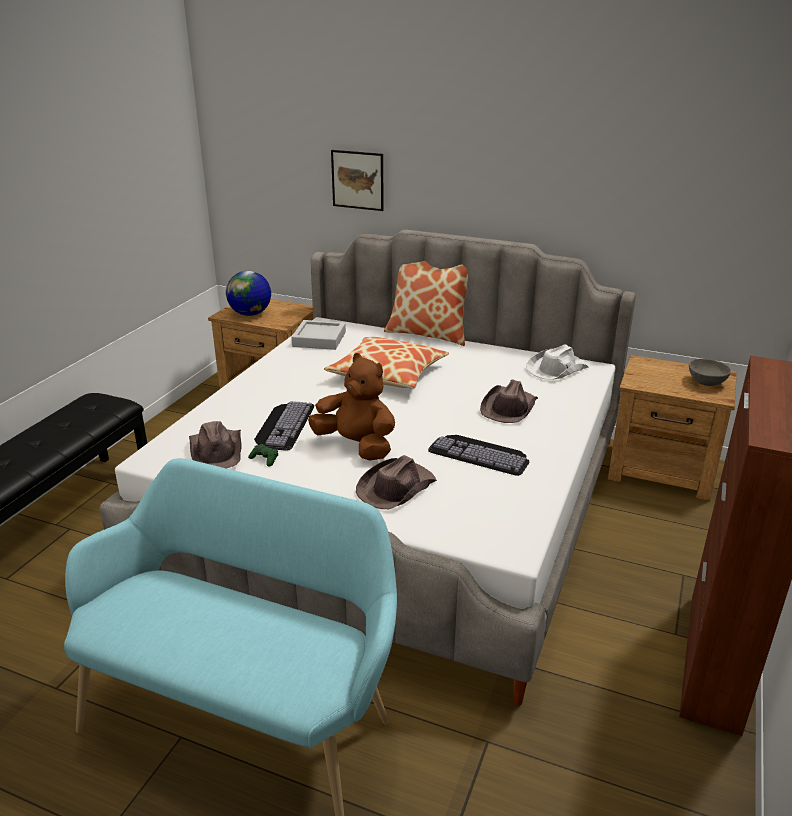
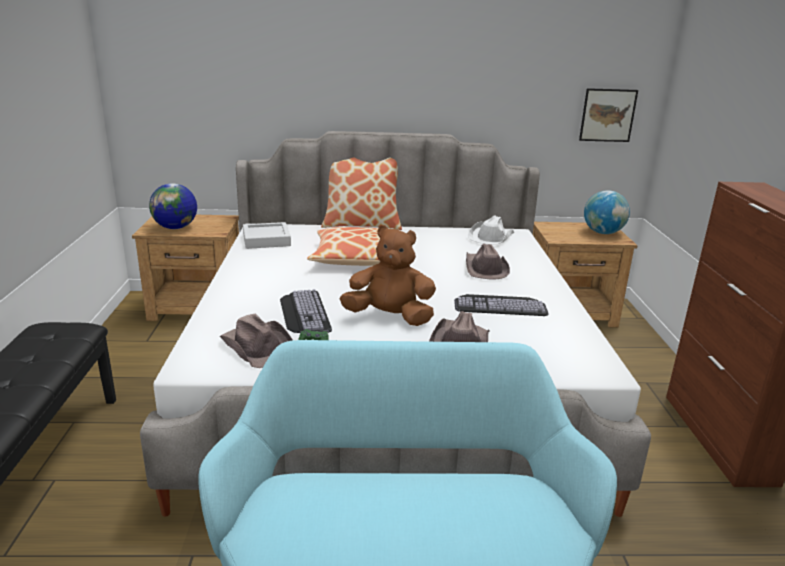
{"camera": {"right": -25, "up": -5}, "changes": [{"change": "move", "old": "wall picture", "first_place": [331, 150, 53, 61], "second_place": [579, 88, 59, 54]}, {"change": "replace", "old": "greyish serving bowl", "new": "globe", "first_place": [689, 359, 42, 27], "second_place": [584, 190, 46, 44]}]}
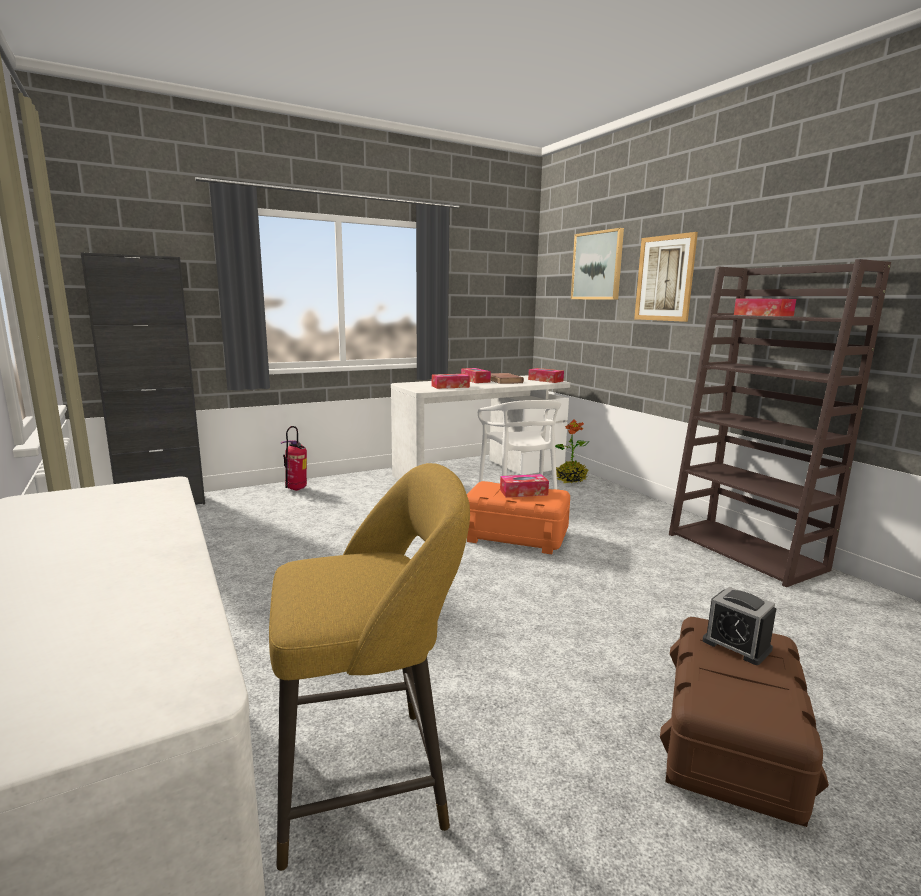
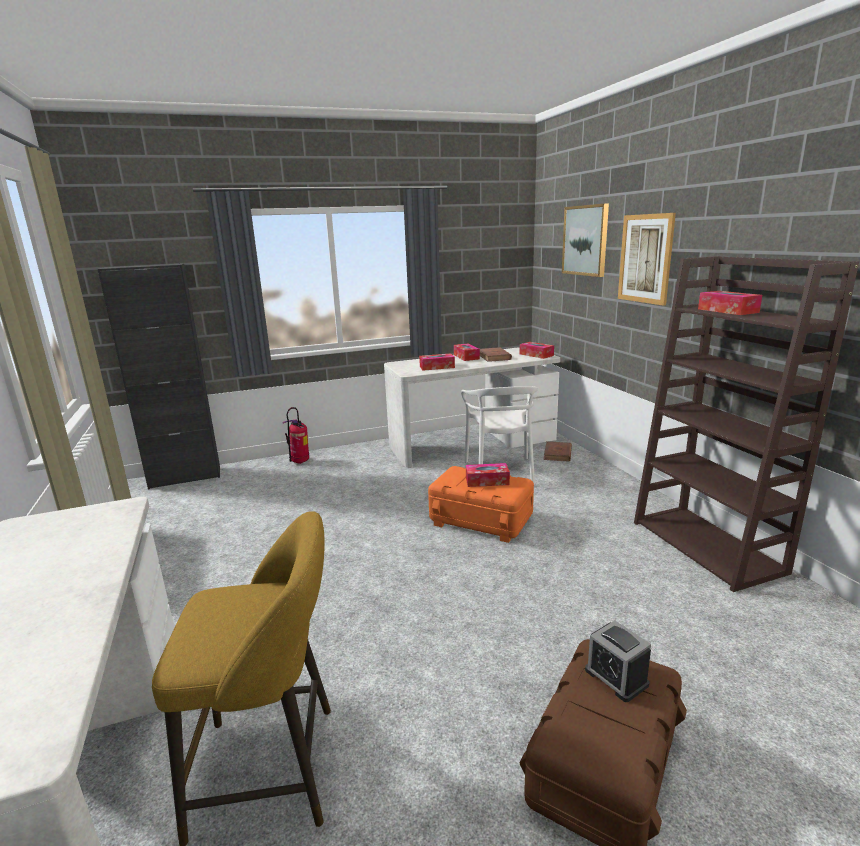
{"camera": {"right": 10, "up": 5}, "changes": [{"change": "replace", "old": "houseplant", "new": "brownish bound book", "first_place": [555, 419, 35, 64], "second_place": [543, 441, 29, 21]}]}
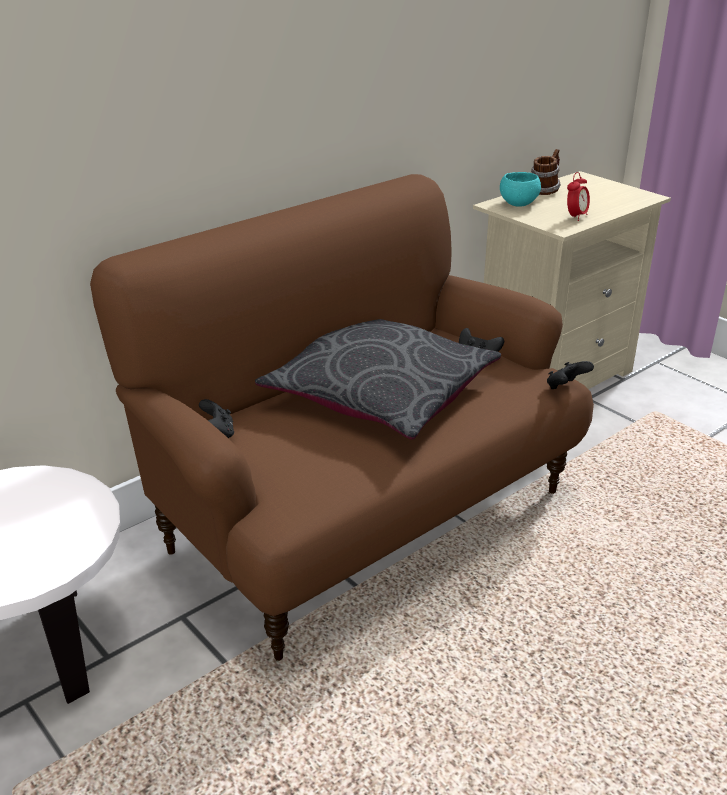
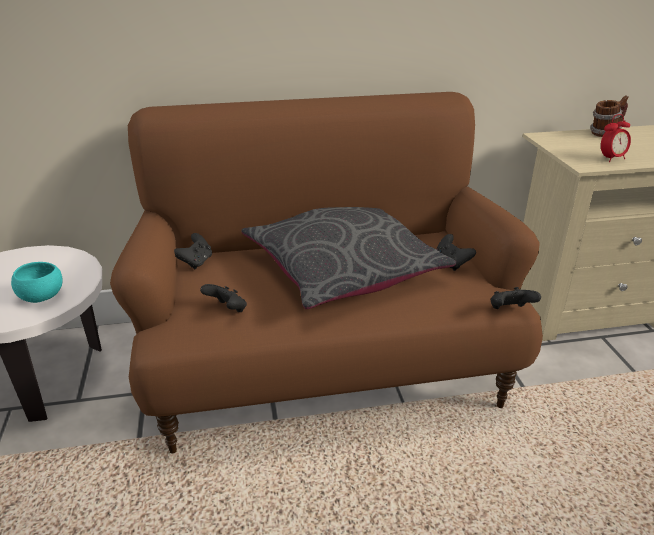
{"camera": {"right": 30, "up": 0}, "changes": [{"change": "move", "old": "turquoise serving bowl", "first_place": [500, 172, 41, 35], "second_place": [11, 262, 52, 41]}, {"change": "insert", "new": "black joypad", "second_place": [200, 284, 47, 28]}]}
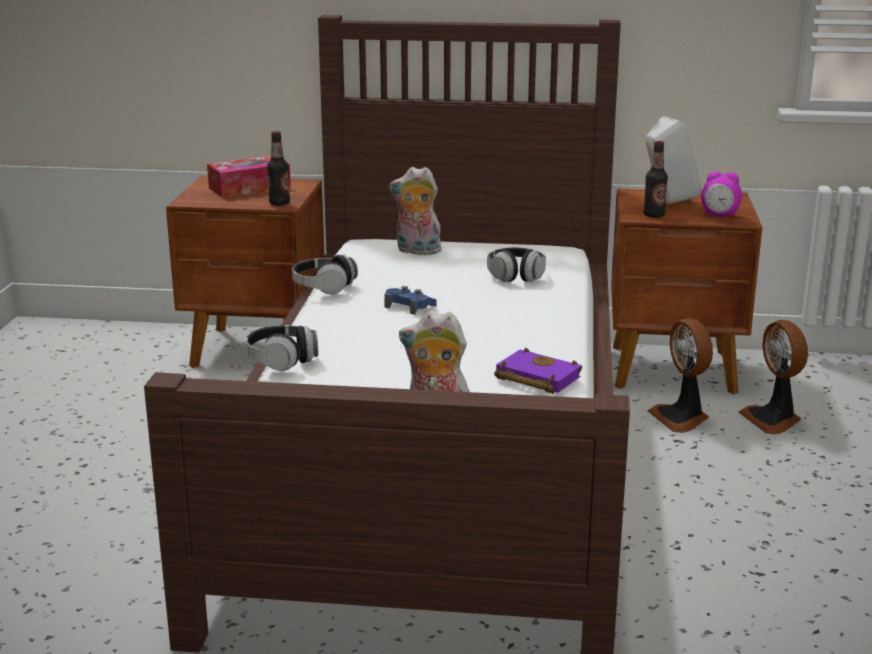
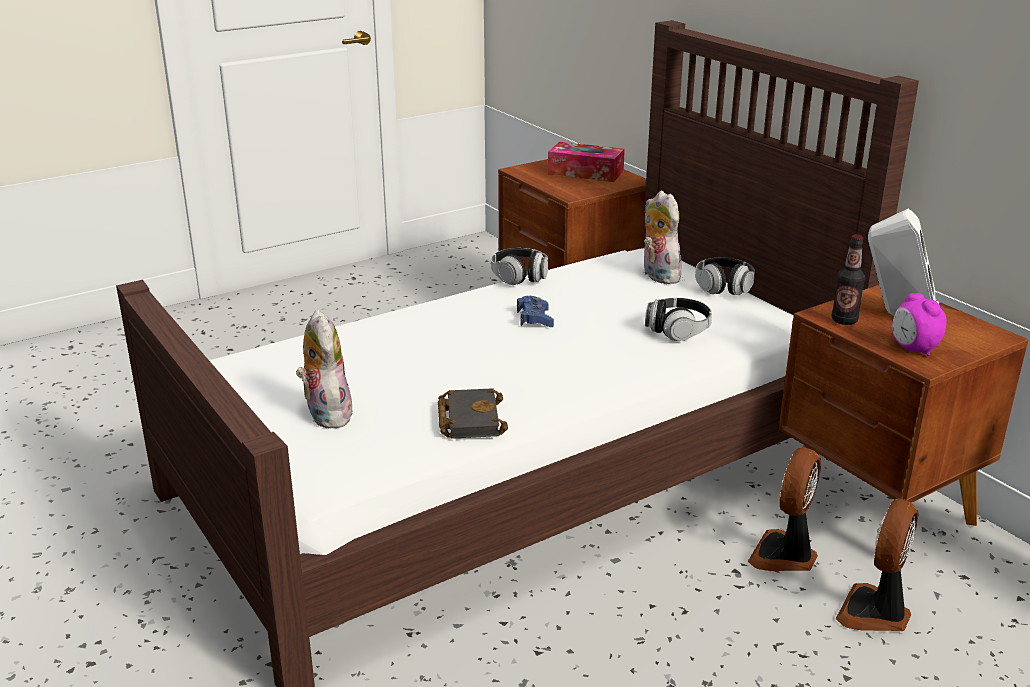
{"camera": {"right": 50, "up": 5}, "changes": [{"change": "move", "old": "headset", "first_place": [245, 325, 73, 46], "second_place": [695, 258, 60, 37]}, {"change": "delete", "old": "bottle", "first_place": [267, 131, 23, 75]}, {"change": "recolor", "old": "purple-coloured bound book", "new": "black bound book", "first_place": [494, 348, 88, 46], "second_place": [438, 388, 70, 51]}]}
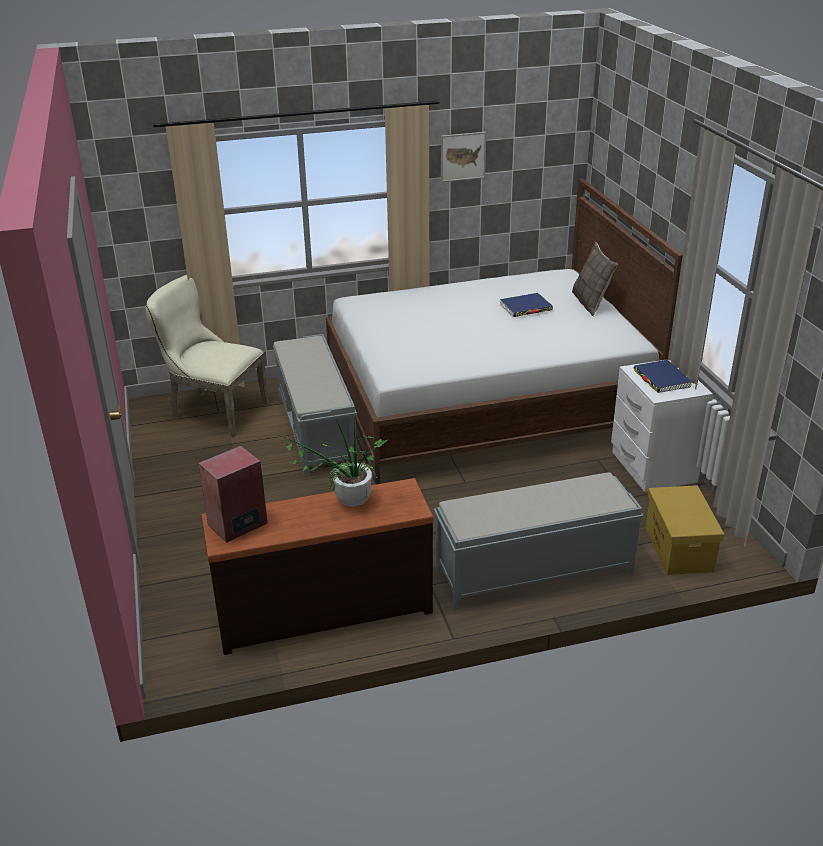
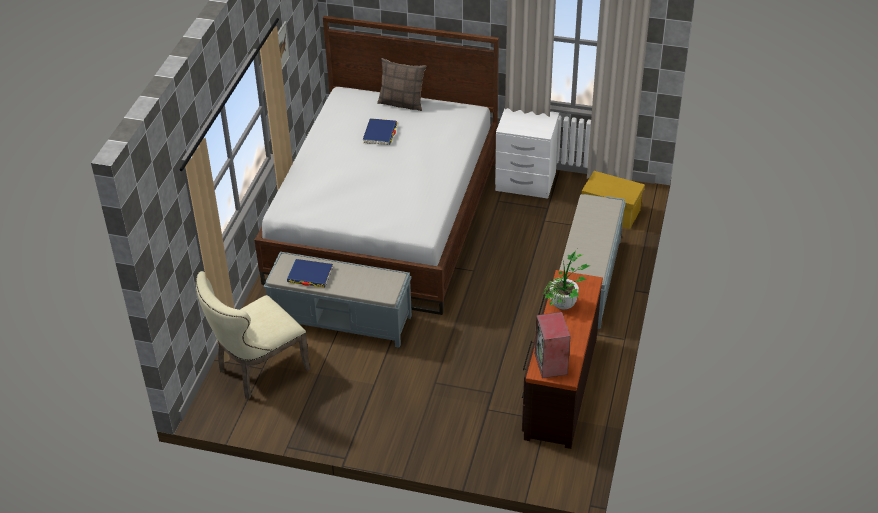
{"camera": {"right": -60, "up": 10}, "changes": [{"change": "move", "old": "bluish bound book", "first_place": [634, 360, 58, 33], "second_place": [287, 259, 46, 28]}]}
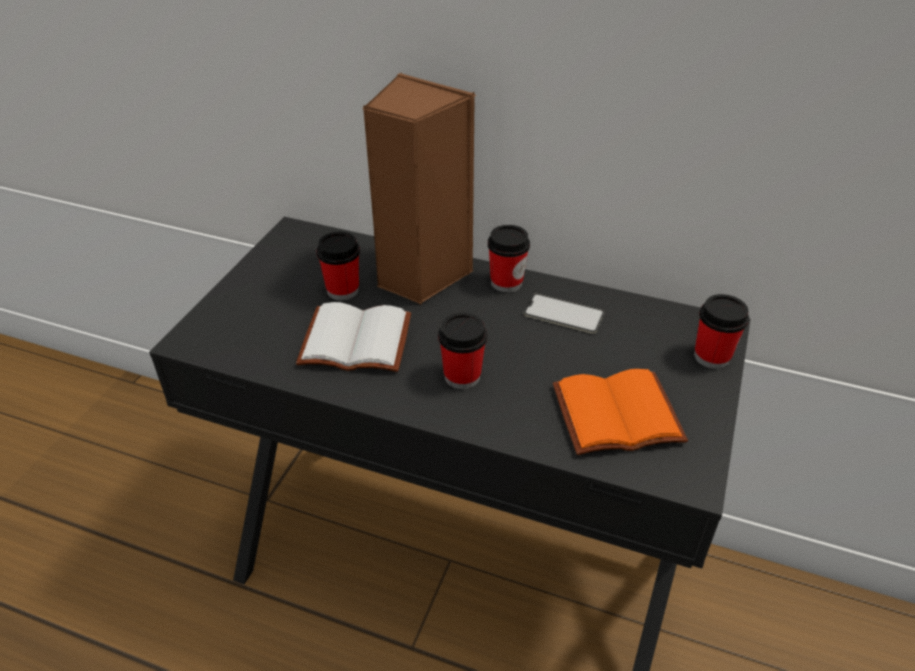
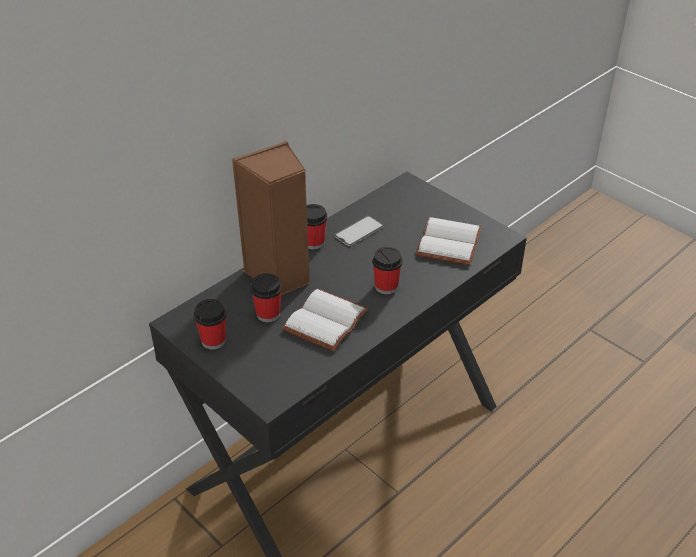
{"camera": {"right": -65, "up": 0}, "changes": [{"change": "recolor", "old": "orangey bound book", "new": "whitish bound book", "first_place": [553, 369, 135, 86], "second_place": [416, 217, 66, 48]}, {"change": "move", "old": "small cup", "first_place": [694, 294, 55, 75], "second_place": [194, 299, 32, 51]}]}
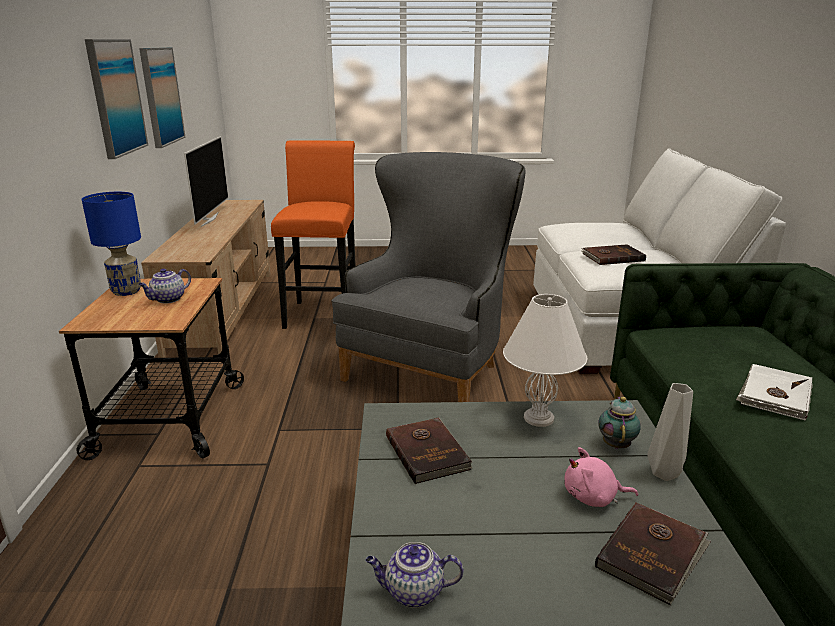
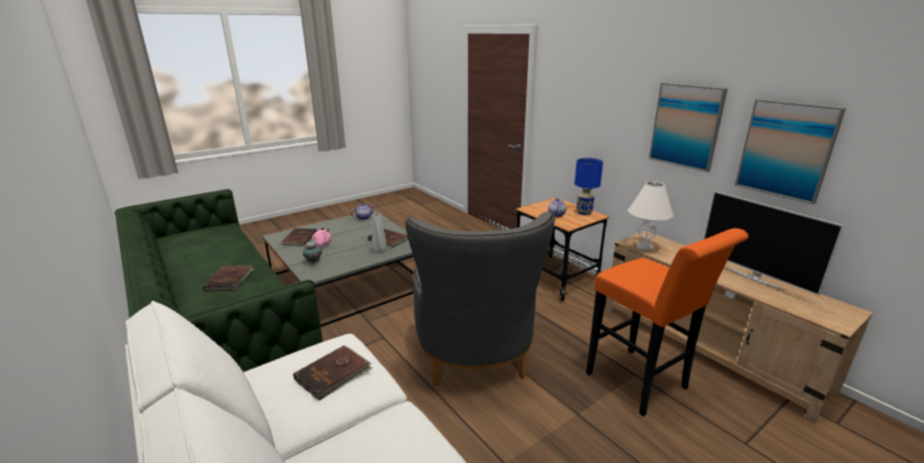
{"camera": {"right": 145, "up": 0}, "changes": [{"change": "move", "old": "whitish lamp for a table", "first_place": [503, 294, 85, 133], "second_place": [628, 181, 45, 70]}, {"change": "move", "old": "greyish vase", "first_place": [647, 383, 46, 98], "second_place": [372, 213, 15, 40]}, {"change": "recolor", "old": "whitish bound book", "new": "brownish bound book", "first_place": [736, 364, 76, 57], "second_place": [203, 266, 51, 25]}]}
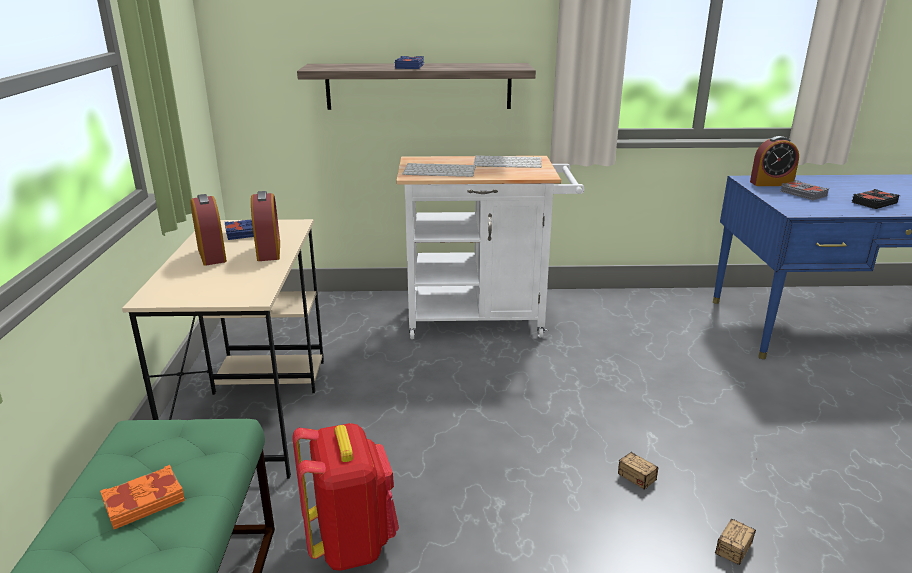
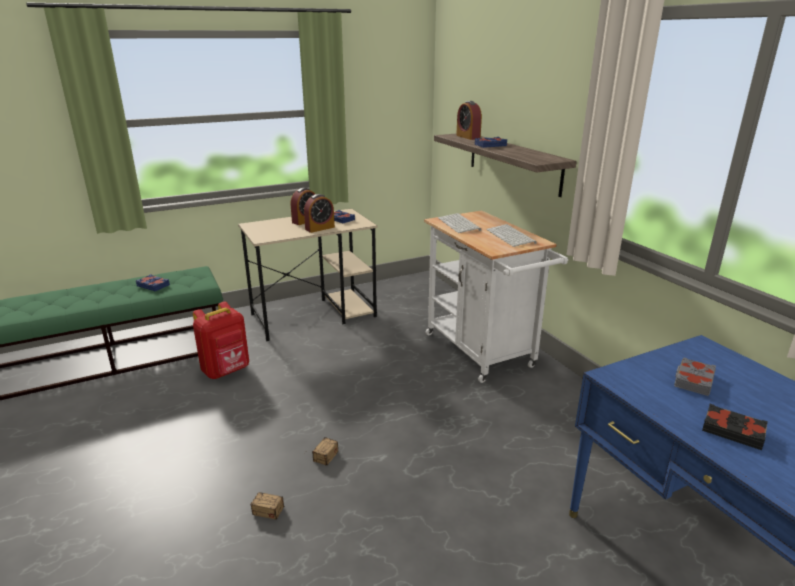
{"camera": {"right": 65, "up": 0}, "changes": [{"change": "recolor", "old": "orangey bound book", "new": "bluish bound book", "first_place": [100, 465, 85, 64], "second_place": [136, 274, 34, 17]}, {"change": "move", "old": "table clock", "first_place": [750, 136, 49, 50], "second_place": [456, 101, 26, 39]}]}
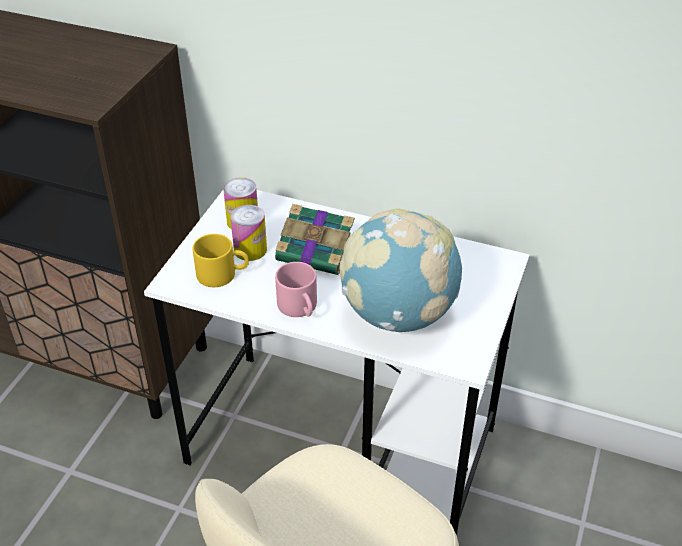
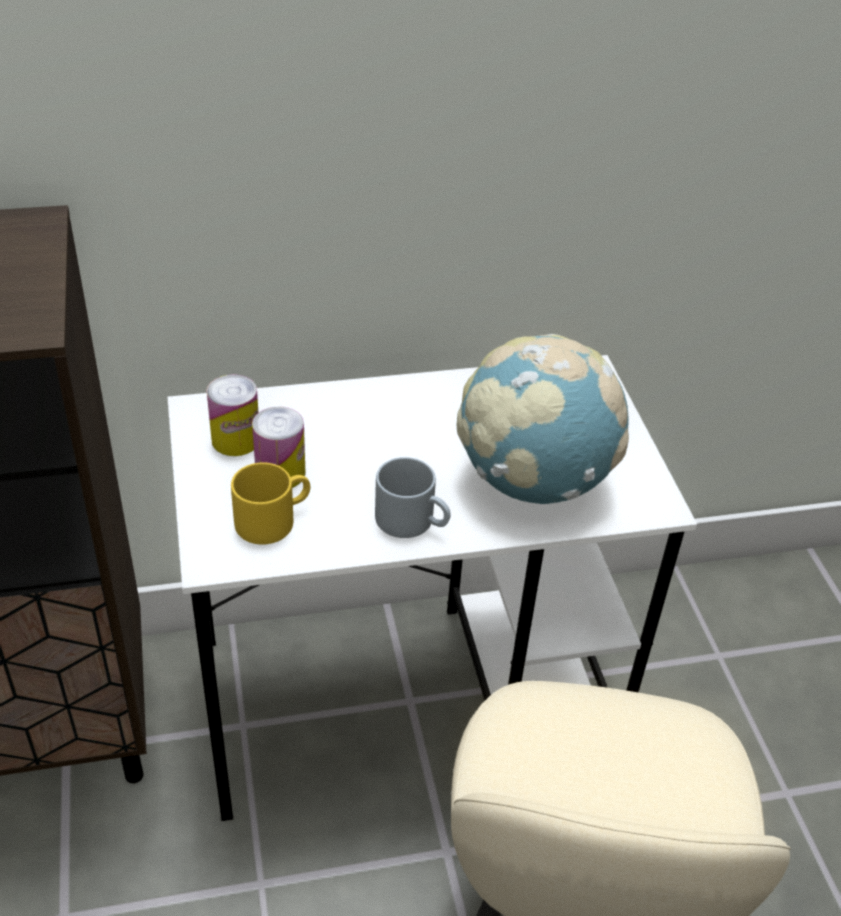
{"camera": {"right": -35, "up": 0}, "changes": [{"change": "delete", "old": "bound book", "first_place": [275, 204, 80, 71]}, {"change": "recolor", "old": "pink tea mug", "new": "greyish tea mug", "first_place": [275, 262, 42, 55], "second_place": [375, 457, 75, 81]}]}
